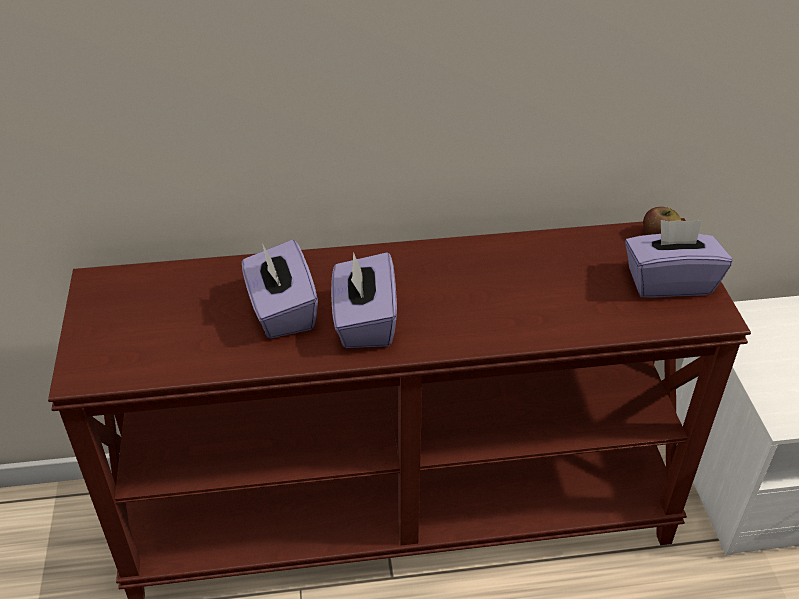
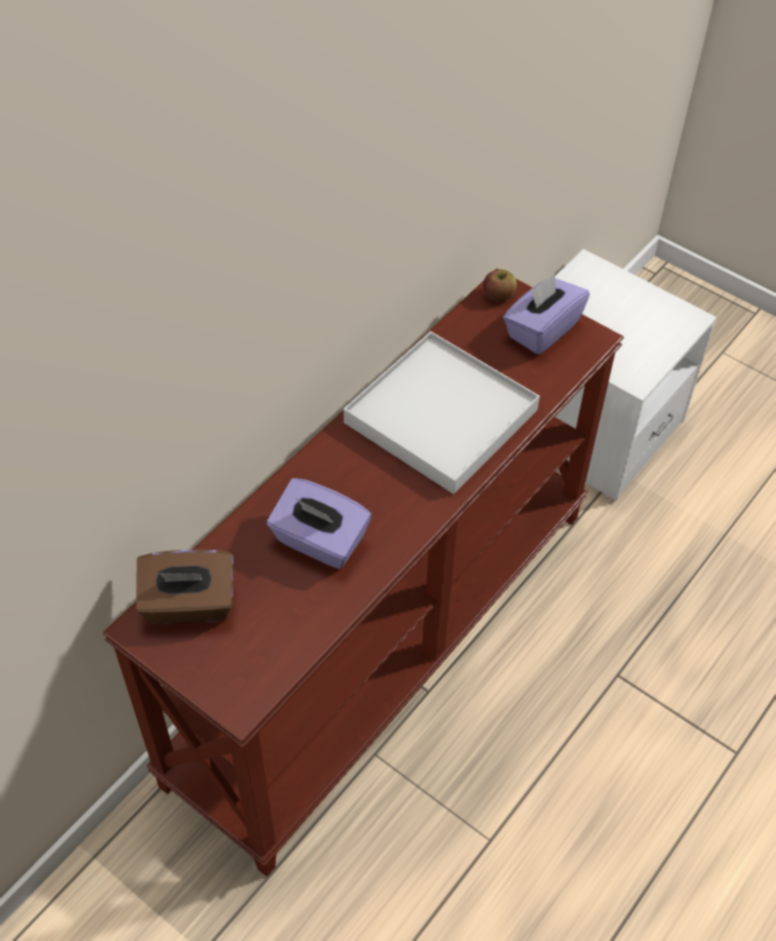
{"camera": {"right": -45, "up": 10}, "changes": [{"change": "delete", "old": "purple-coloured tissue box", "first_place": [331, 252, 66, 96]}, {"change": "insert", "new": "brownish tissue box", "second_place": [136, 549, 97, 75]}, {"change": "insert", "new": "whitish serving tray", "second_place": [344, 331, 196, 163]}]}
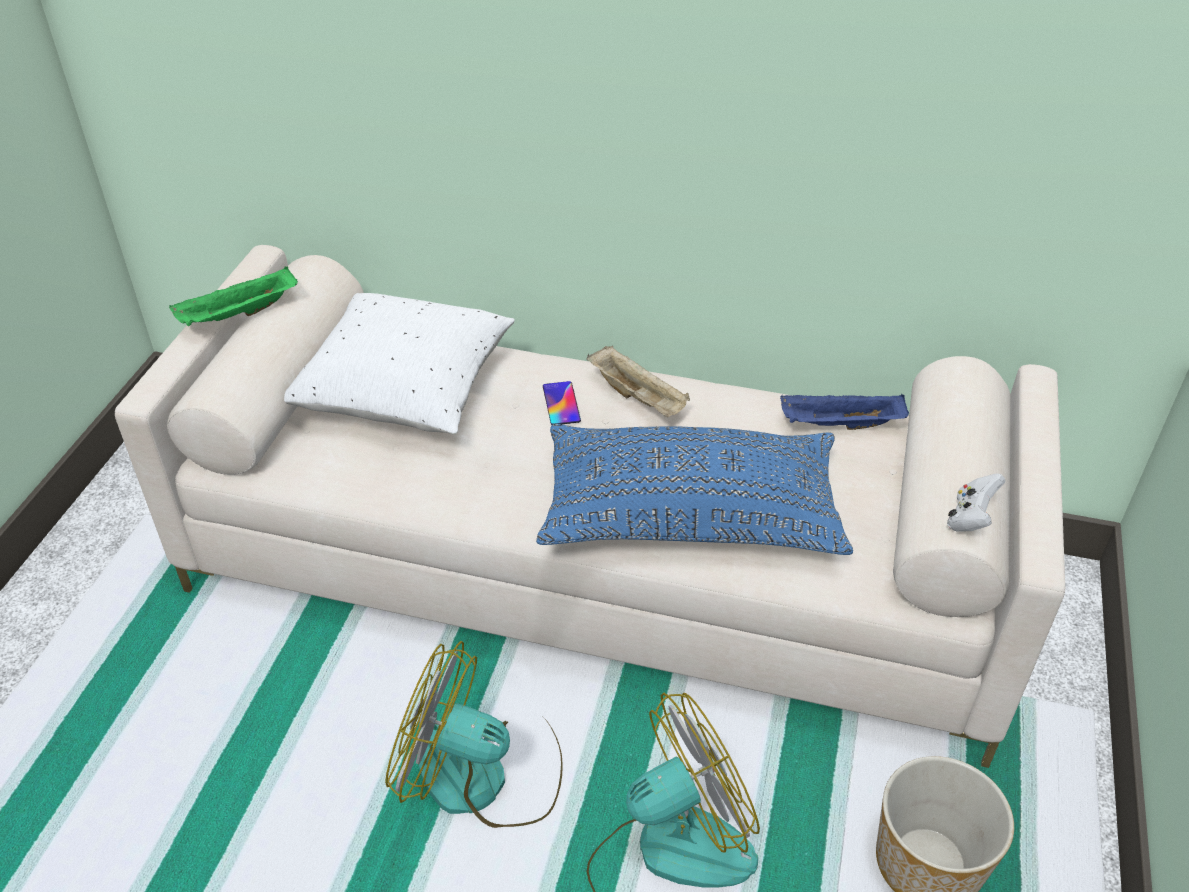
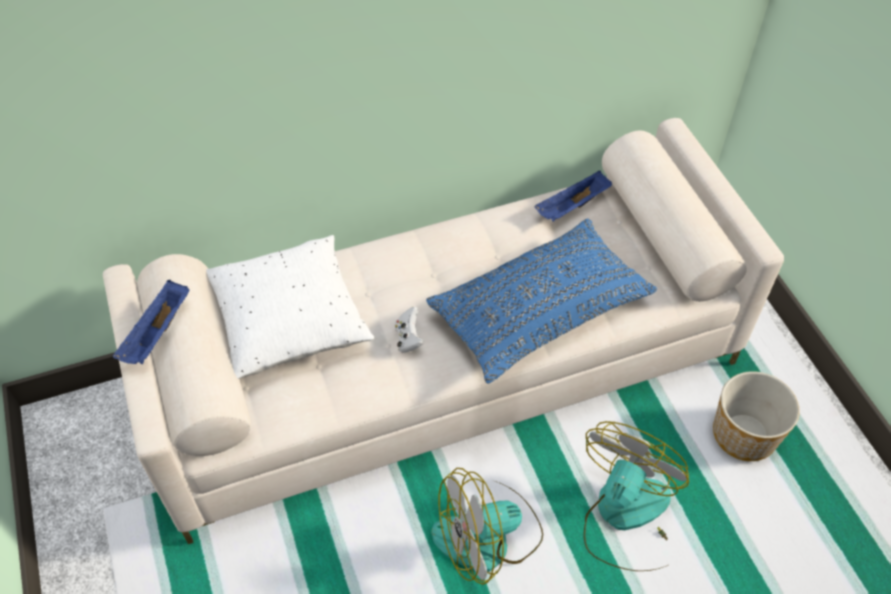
{"camera": {"right": -35, "up": 10}, "changes": [{"change": "recolor", "old": "green serving tray", "new": "bluish serving tray", "first_place": [169, 266, 129, 60], "second_place": [113, 280, 76, 84]}, {"change": "delete", "old": "telephone", "first_place": [543, 381, 38, 44]}, {"change": "delete", "old": "beige serving tray", "first_place": [586, 346, 104, 71]}, {"change": "move", "old": "whitish joypad", "first_place": [947, 473, 58, 59], "second_place": [395, 307, 29, 46]}]}
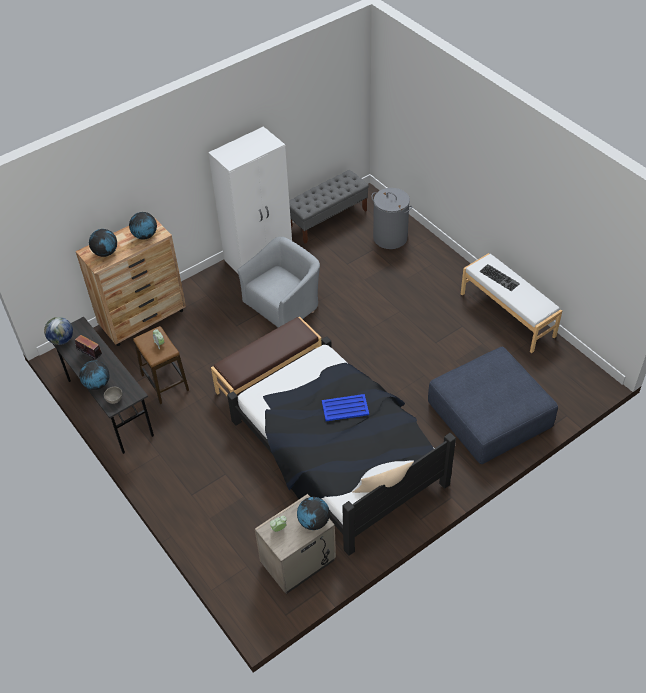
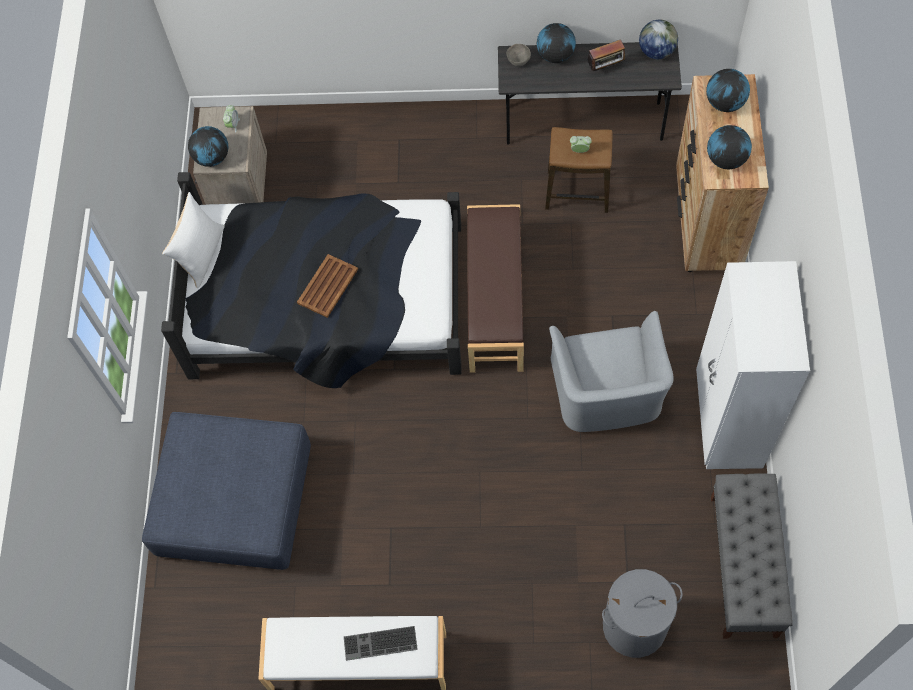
{"camera": {"right": 130, "up": 15}, "changes": [{"change": "recolor", "old": "bluish serving tray", "new": "brownish serving tray", "first_place": [322, 394, 47, 27], "second_place": [297, 254, 61, 64]}]}
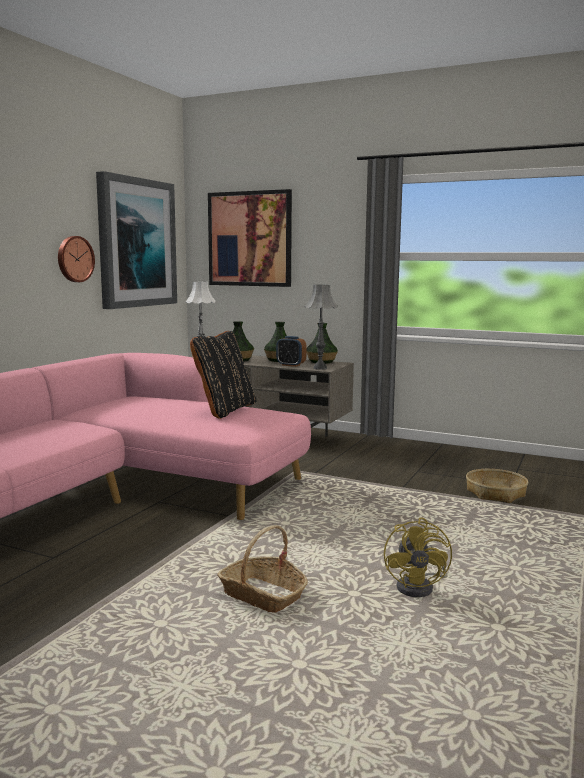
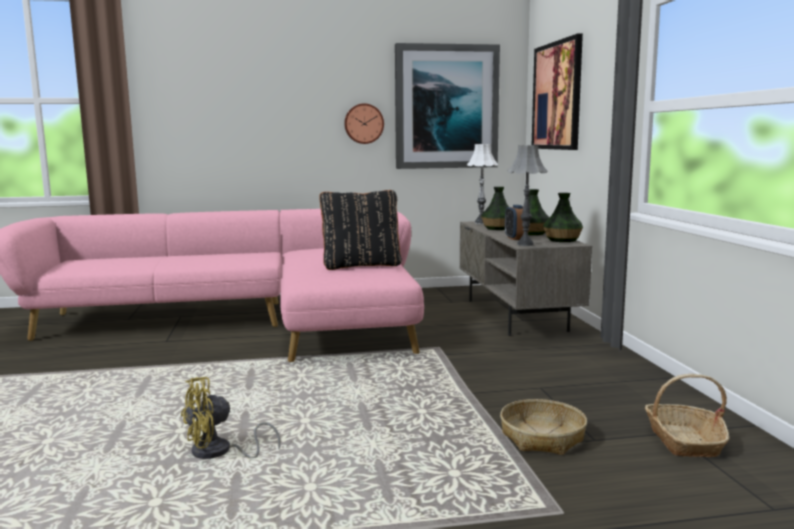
{"camera": {"right": 55, "up": 0}, "changes": [{"change": "move", "old": "storage basket", "first_place": [217, 525, 91, 88], "second_place": [645, 374, 85, 83]}]}
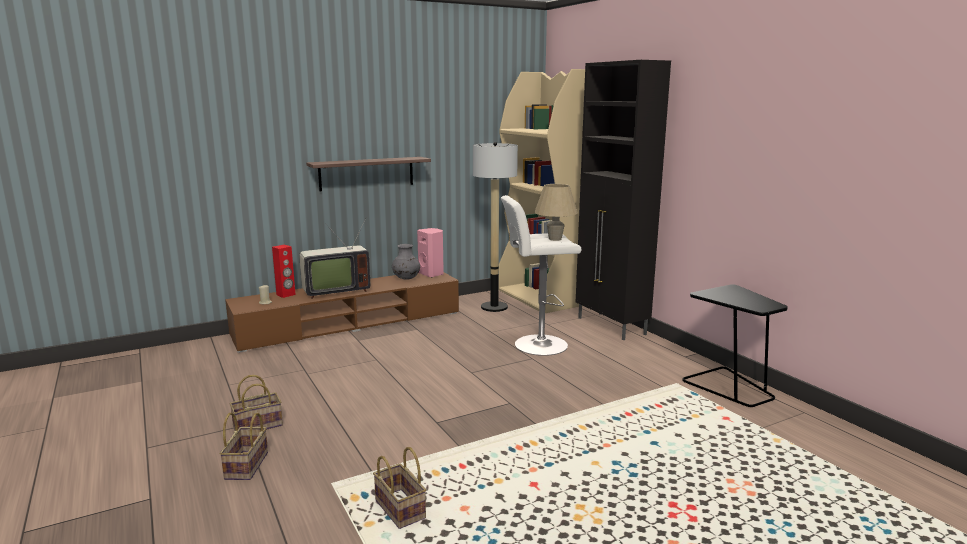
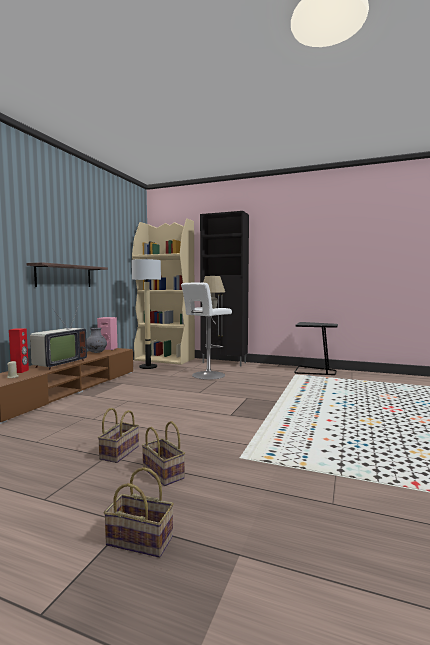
{"camera": {"right": -40, "up": -10}, "changes": [{"change": "move", "old": "storage basket", "first_place": [373, 447, 53, 82], "second_place": [104, 467, 70, 91]}]}
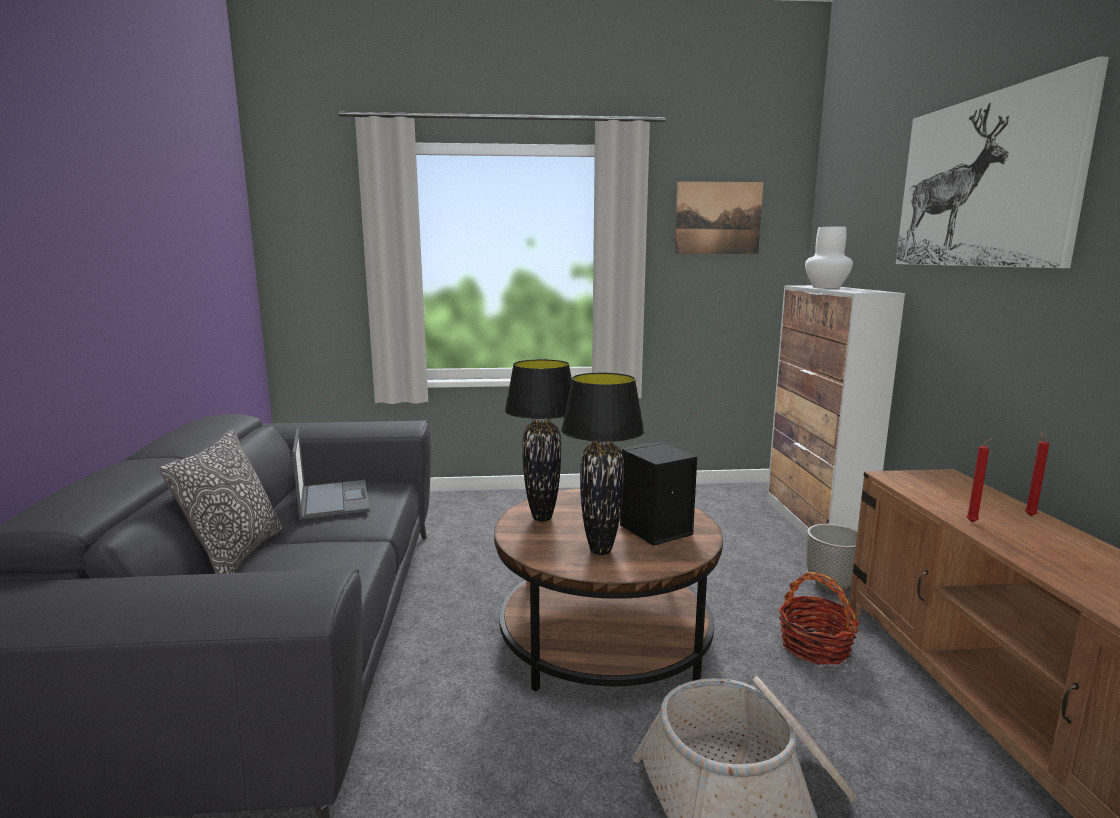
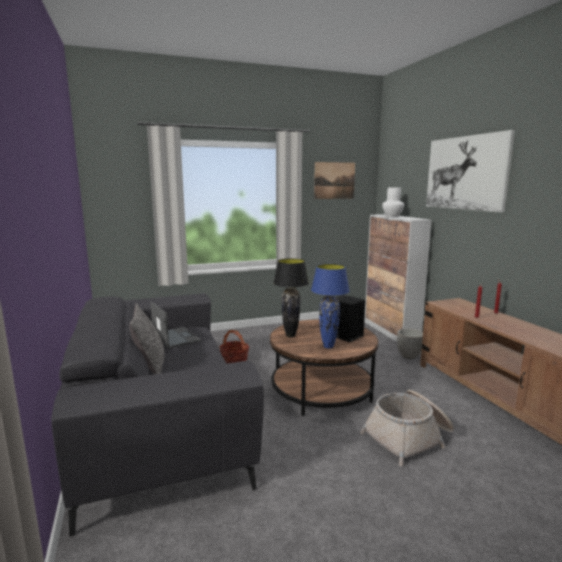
{"camera": {"right": -15, "up": 0}, "changes": [{"change": "recolor", "old": "black lamp for a table", "new": "bluish lamp for a table", "first_place": [561, 372, 84, 183], "second_place": [311, 264, 39, 84]}, {"change": "move", "old": "storage basket", "first_place": [778, 572, 82, 93], "second_place": [220, 330, 29, 34]}]}
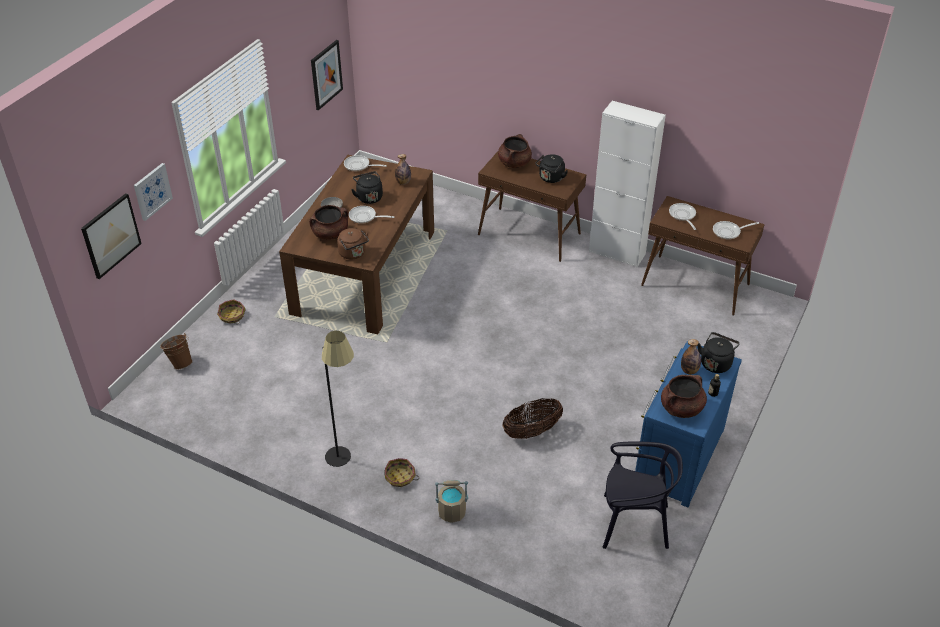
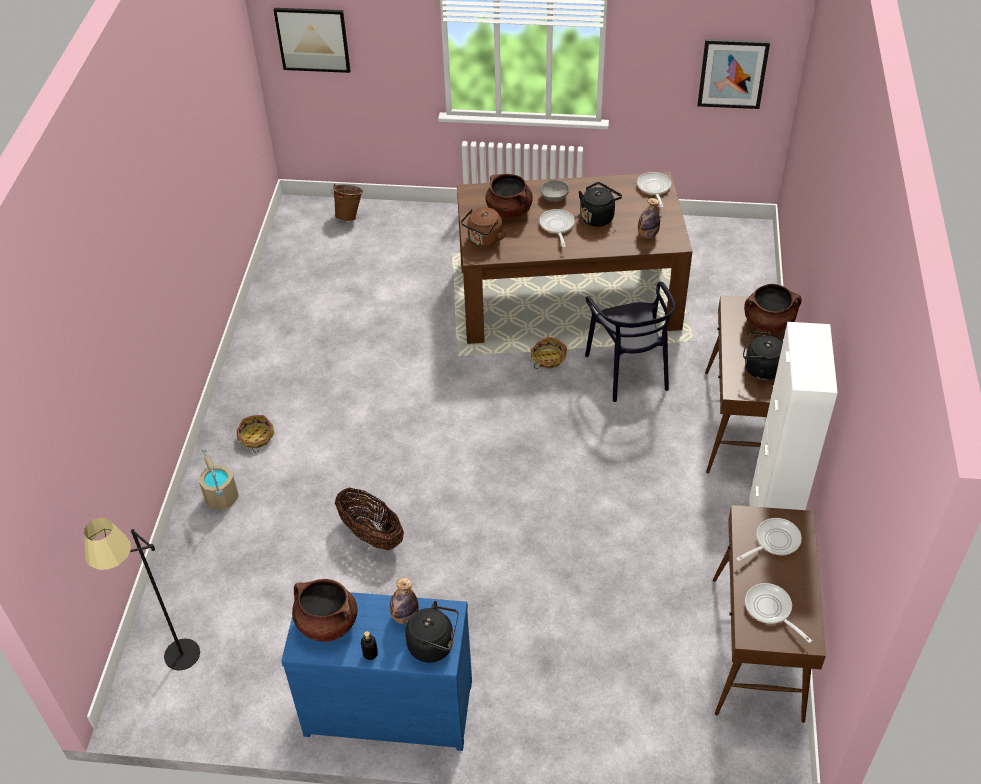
{"camera": {"right": 70, "up": 5}, "changes": [{"change": "delete", "old": "wall picture", "first_place": [134, 163, 39, 58]}, {"change": "move", "old": "storage basket", "first_place": [217, 299, 29, 25], "second_place": [531, 337, 36, 32]}, {"change": "move", "old": "black standard lamp", "first_place": [322, 331, 32, 136], "second_place": [84, 518, 116, 152]}, {"change": "move", "old": "black upright chair", "first_place": [603, 442, 80, 107], "second_place": [585, 282, 90, 120]}]}
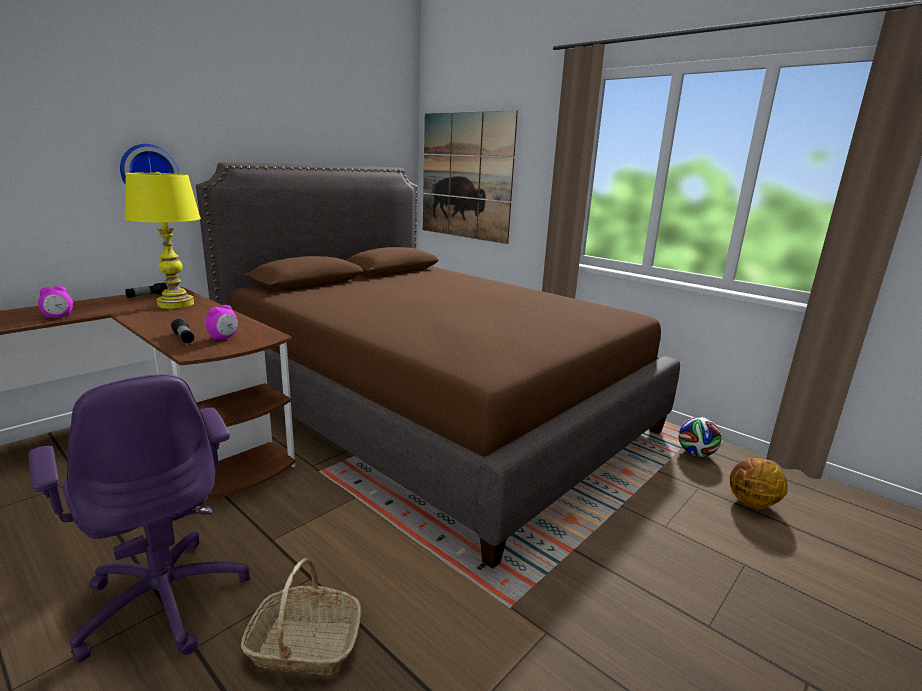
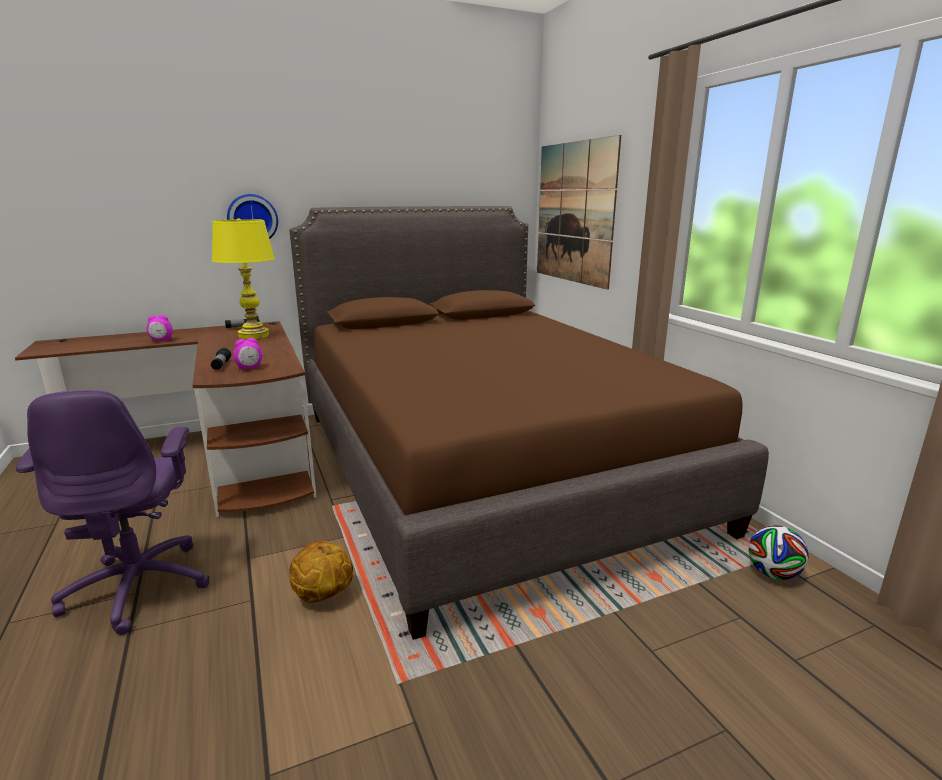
{"camera": {"right": 25, "up": 0}, "changes": [{"change": "delete", "old": "storage basket", "first_place": [241, 558, 121, 117]}, {"change": "move", "old": "basketball ball", "first_place": [730, 458, 58, 52], "second_place": [289, 540, 64, 63]}]}
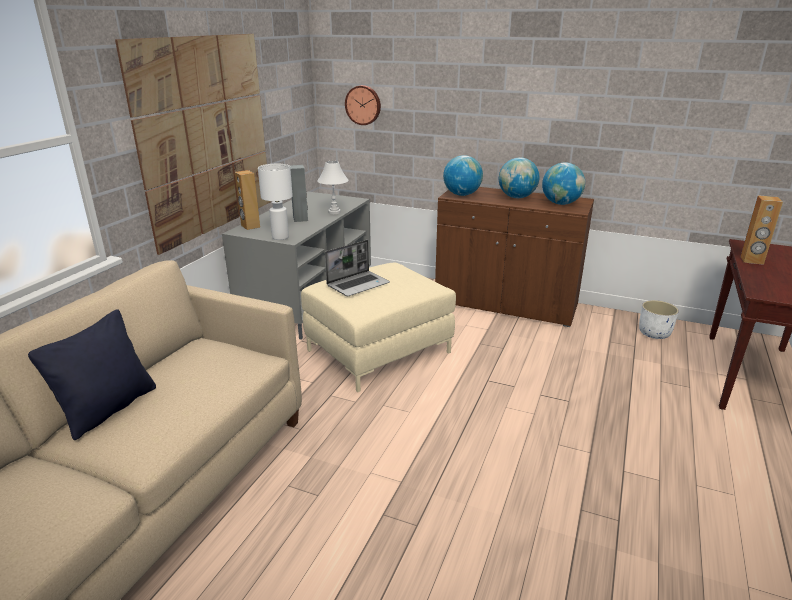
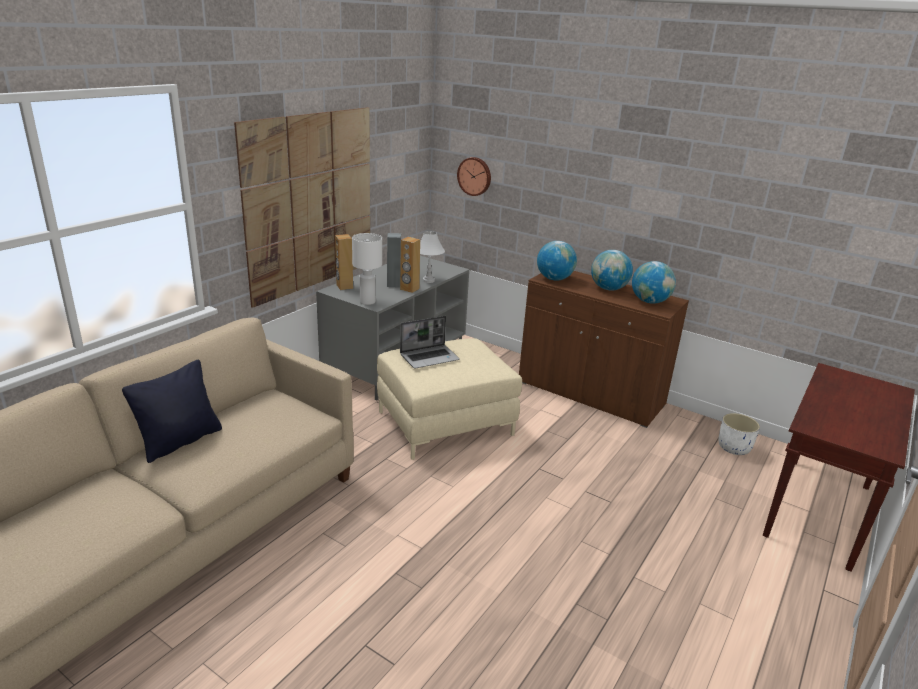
{"camera": {"right": 10, "up": 0}, "changes": [{"change": "move", "old": "brownish audio speaker", "first_place": [740, 195, 43, 70], "second_place": [400, 237, 20, 56]}]}
